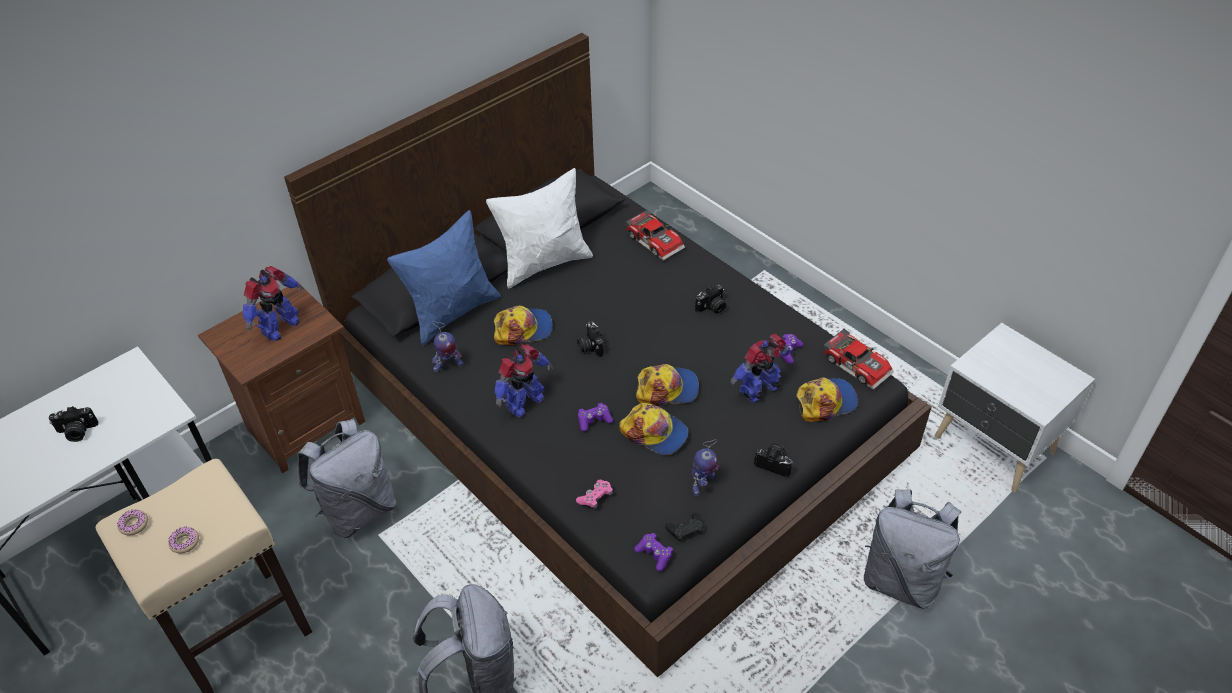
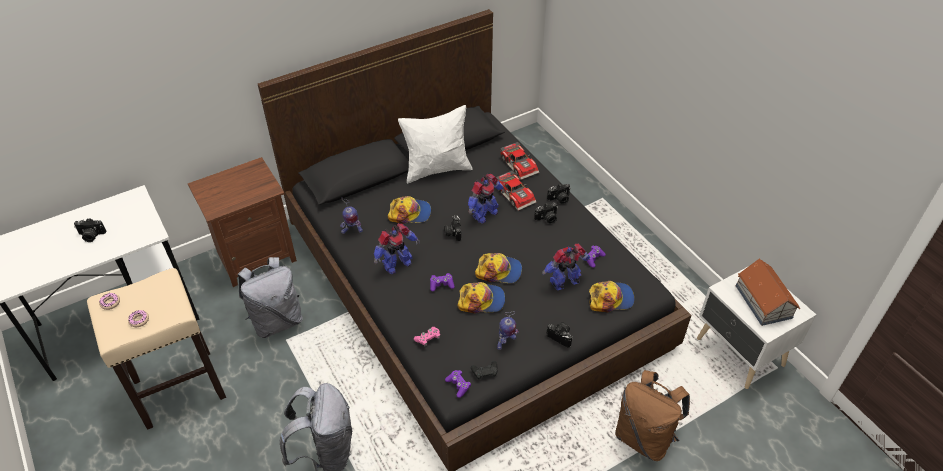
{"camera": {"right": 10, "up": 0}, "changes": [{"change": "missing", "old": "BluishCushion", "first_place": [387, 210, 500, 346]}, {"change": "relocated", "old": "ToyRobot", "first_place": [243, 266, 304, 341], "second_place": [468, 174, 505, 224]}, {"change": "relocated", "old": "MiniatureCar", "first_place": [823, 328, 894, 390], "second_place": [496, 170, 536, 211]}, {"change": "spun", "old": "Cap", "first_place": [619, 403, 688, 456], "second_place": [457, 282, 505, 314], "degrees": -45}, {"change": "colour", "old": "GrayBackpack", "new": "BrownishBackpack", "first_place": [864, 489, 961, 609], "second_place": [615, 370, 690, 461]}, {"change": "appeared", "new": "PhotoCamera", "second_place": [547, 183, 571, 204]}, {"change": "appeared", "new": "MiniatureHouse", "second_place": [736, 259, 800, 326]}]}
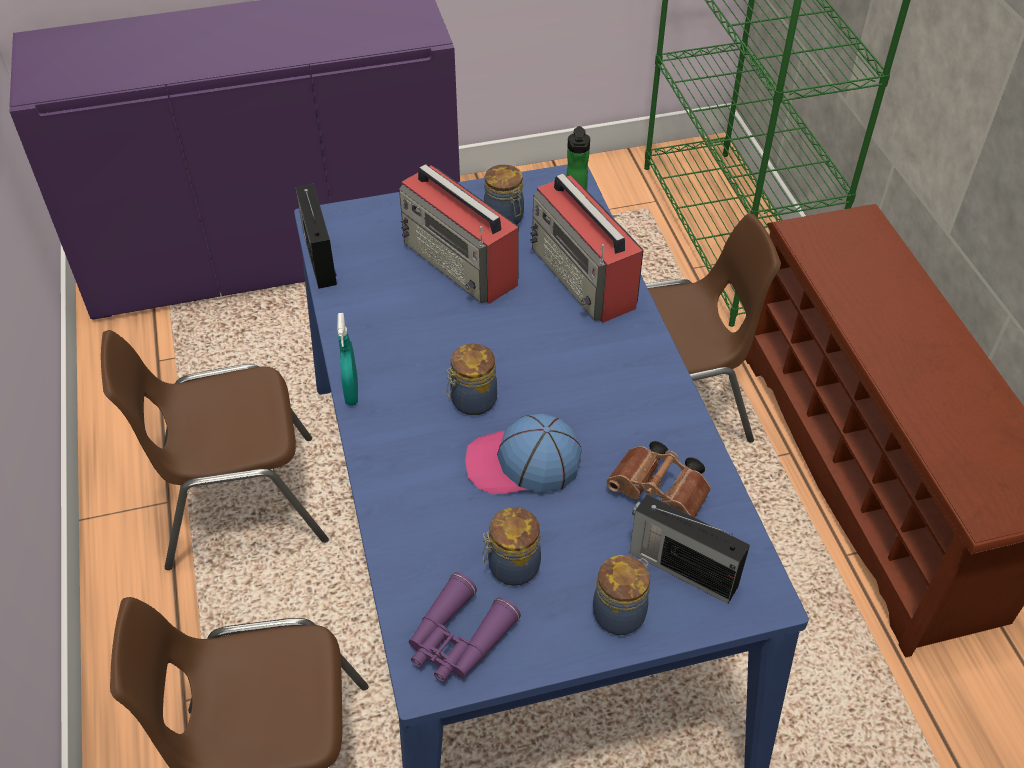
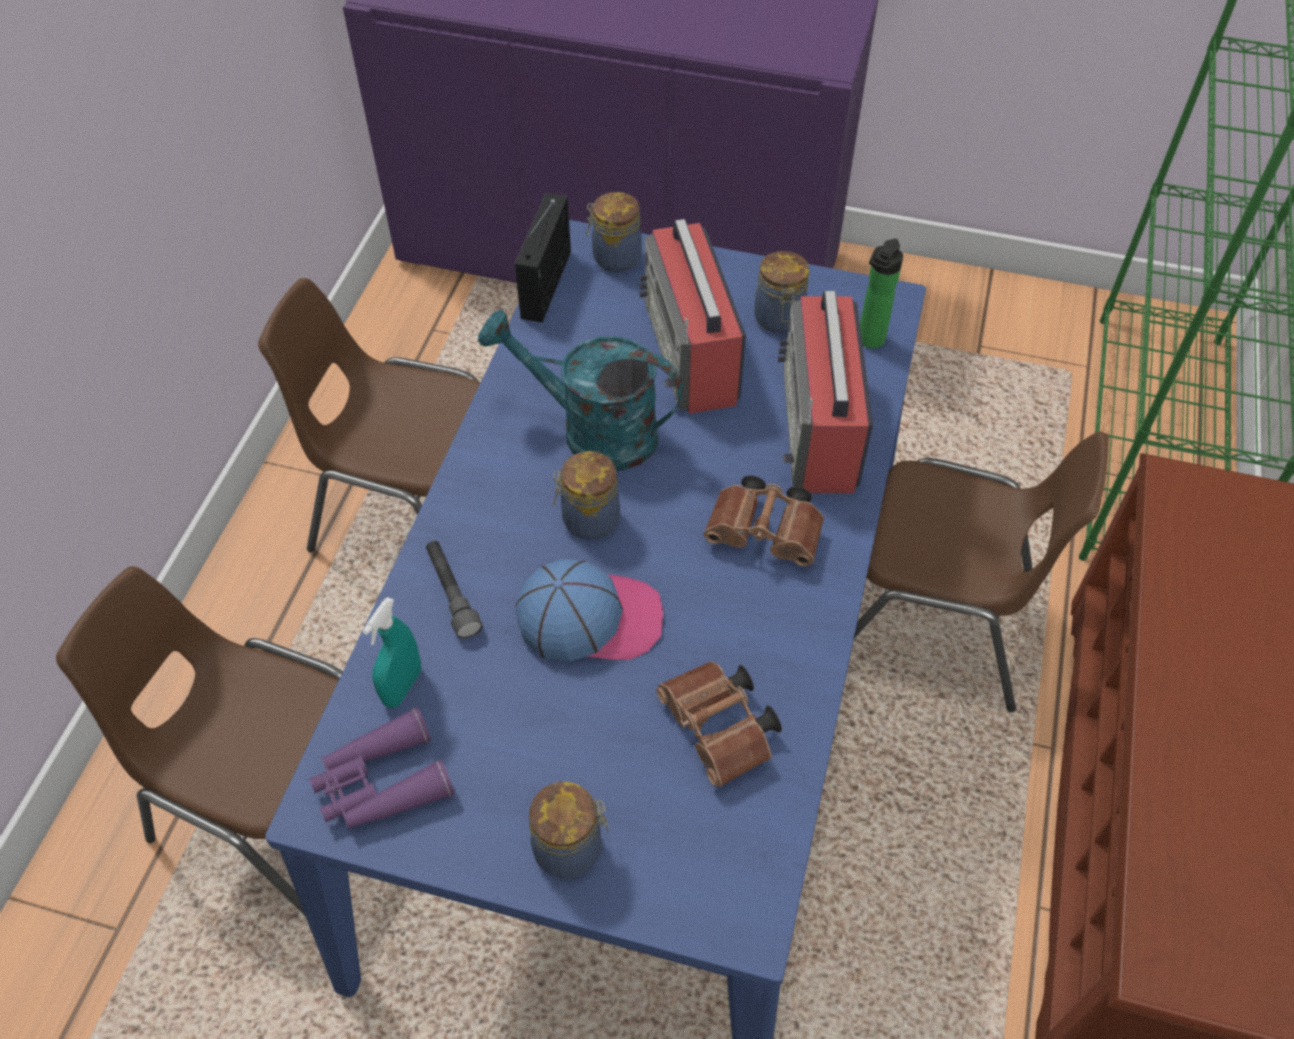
{"camera": {"right": 30, "up": 5}, "changes": [{"change": "relocated", "old": "TurquoiseColouredSprayBottle", "first_place": [337, 313, 358, 406], "second_place": [363, 597, 421, 708]}, {"change": "spun", "old": "Cap", "first_place": [465, 414, 582, 494], "second_place": [515, 559, 663, 662], "degrees": 150}, {"change": "missing", "old": "RadioSet", "first_place": [630, 494, 750, 604]}, {"change": "relocated", "old": "Jar", "first_place": [482, 507, 541, 586], "second_place": [586, 192, 642, 272]}, {"change": "appeared", "new": "TurquoiseColouredSprinklingCan", "second_place": [478, 310, 683, 470]}, {"change": "appeared", "new": "BrownishPairOfBinoculars", "second_place": [704, 475, 824, 567]}, {"change": "appeared", "new": "GrayHandTorch", "second_place": [426, 541, 483, 639]}]}
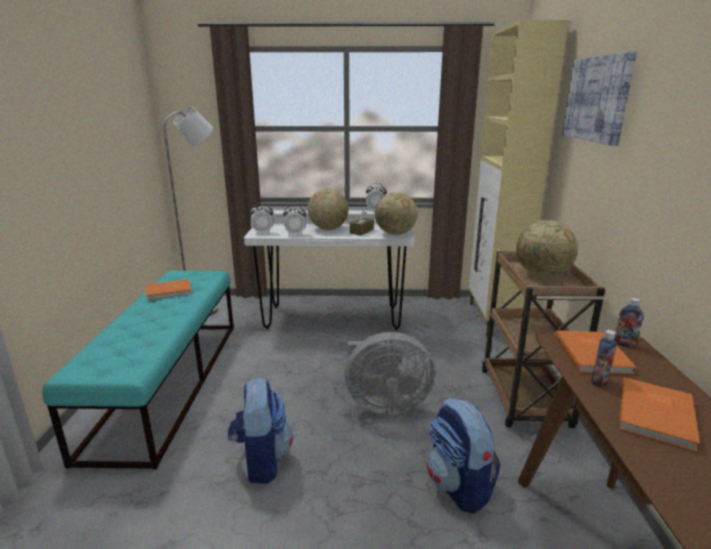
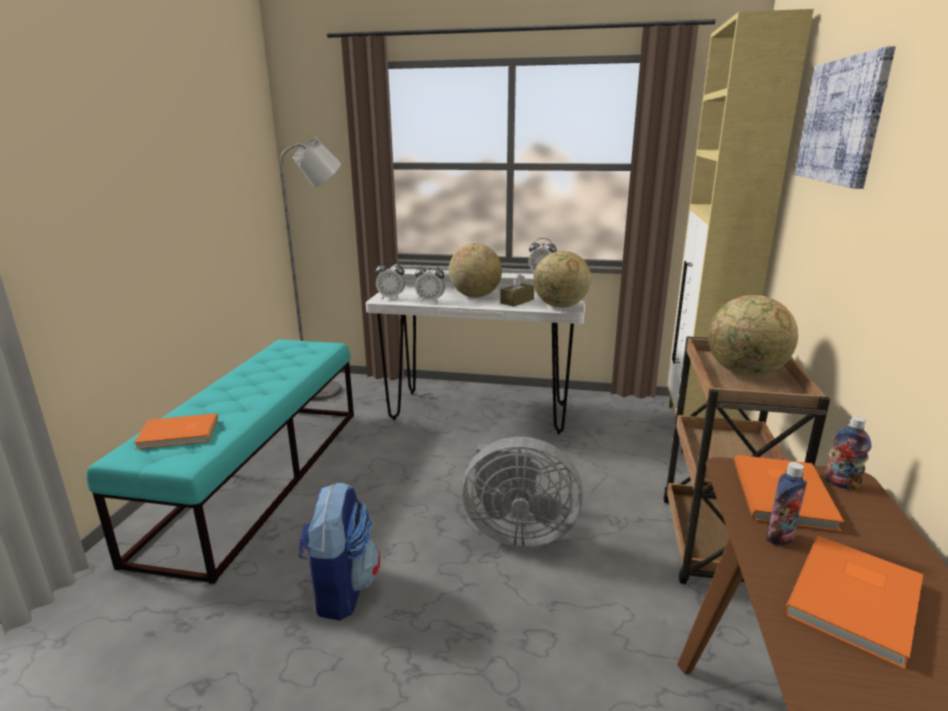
{"camera": {"right": 10, "up": 0}, "changes": [{"change": "relocated", "old": "OrangeyBoundBook", "first_place": [146, 279, 192, 300], "second_place": [134, 413, 218, 449]}, {"change": "missing", "old": "Backpack", "first_place": [427, 397, 501, 514]}]}
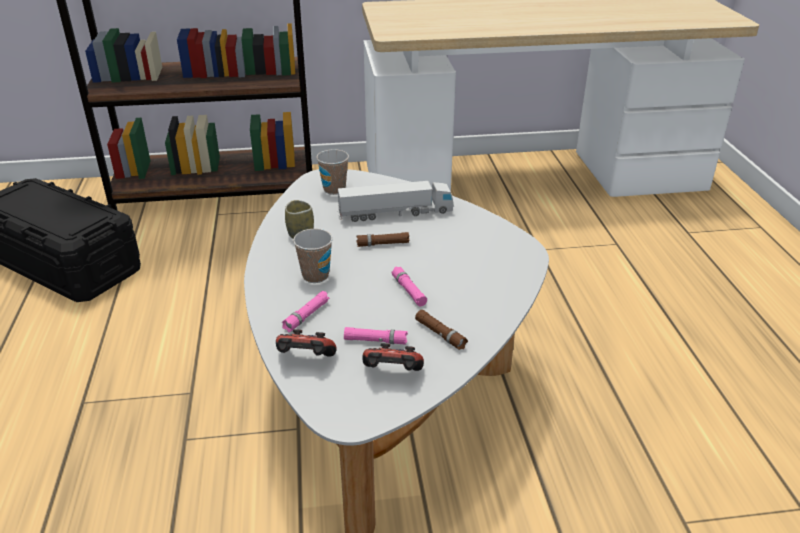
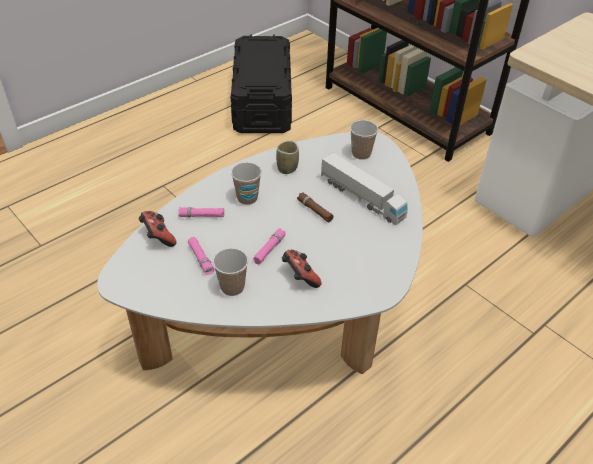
{"camera": {"right": 55, "up": 10}, "changes": [{"change": "exchanged", "old": "BrownishHandTorch", "new": "DrinkingCup", "first_place": [415, 310, 468, 350], "second_place": [213, 248, 248, 296]}, {"change": "relocated", "old": "Gamepad", "first_place": [362, 343, 424, 371], "second_place": [282, 250, 322, 288]}]}
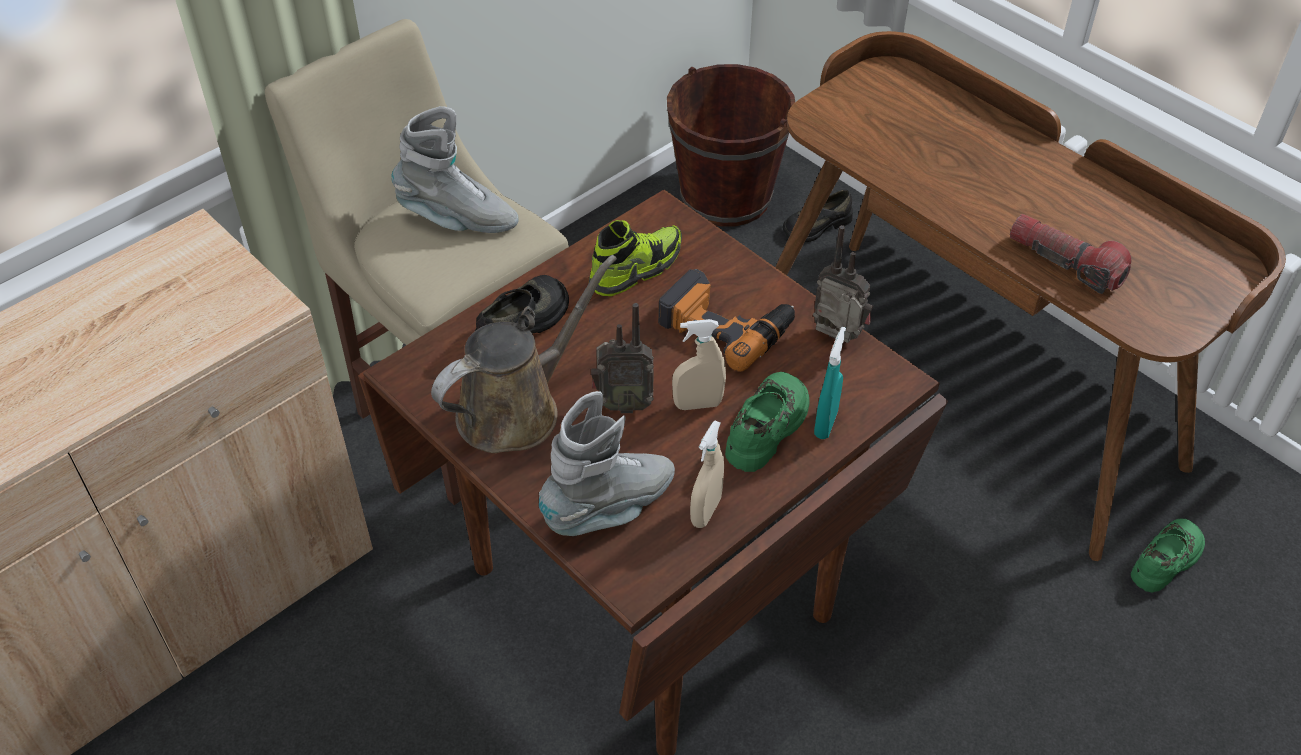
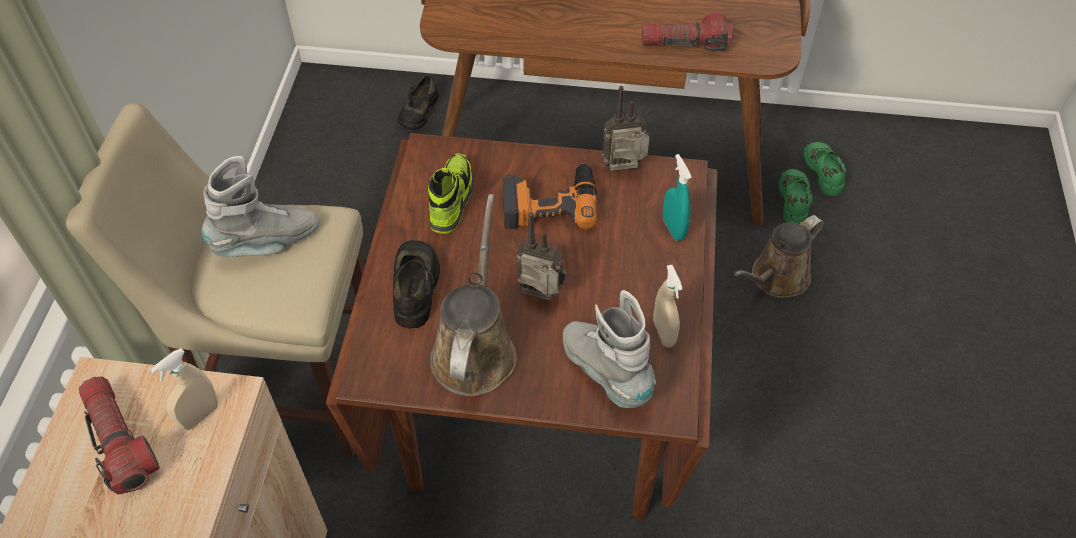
{"camera": {"right": -40, "up": 5}, "changes": [{"change": "missing", "old": "BrownishWaterBucket", "first_place": [667, 64, 795, 227]}, {"change": "spun", "old": "RadioSet", "first_place": [591, 303, 654, 413], "second_place": [516, 212, 568, 301], "degrees": -120}, {"change": "relocated", "old": "BeigeColouredSprayBottle", "first_place": [672, 319, 726, 410], "second_place": [150, 348, 218, 430]}, {"change": "relocated", "old": "GreenishItemOfFootwear", "first_place": [725, 372, 809, 472], "second_place": [804, 142, 847, 196]}, {"change": "spun", "old": "GrayBoot", "first_place": [539, 391, 675, 536], "second_place": [563, 290, 656, 408], "degrees": -45}, {"change": "appeared", "new": "BrownishSprinklingCan", "second_place": [734, 215, 824, 298]}, {"change": "appeared", "new": "HandTorch", "second_place": [79, 376, 160, 495]}]}
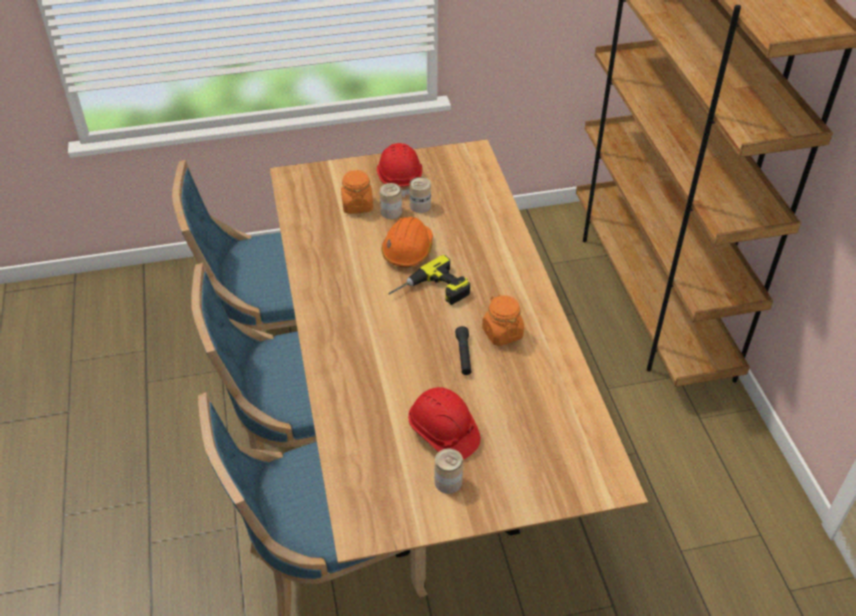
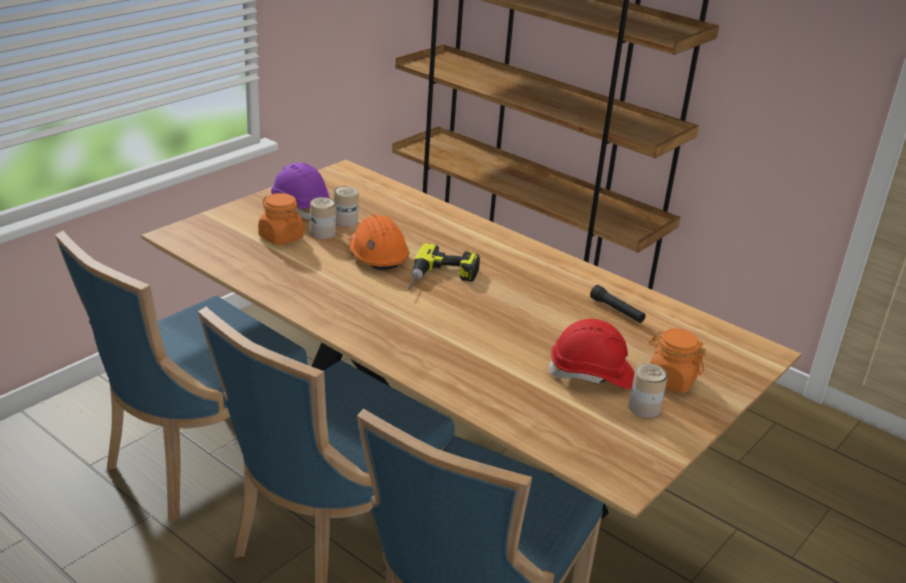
{"camera": {"right": -40, "up": -15}, "changes": [{"change": "colour", "old": "RedColouredSafetyHelmet", "new": "PurplishSafetyHelmet", "first_place": [377, 143, 422, 198], "second_place": [271, 163, 329, 219]}, {"change": "relocated", "old": "OrangeyJar", "first_place": [482, 294, 524, 346], "second_place": [649, 328, 706, 393]}, {"change": "relocated", "old": "BlackHandTorch", "first_place": [455, 326, 471, 375], "second_place": [590, 285, 646, 323]}]}
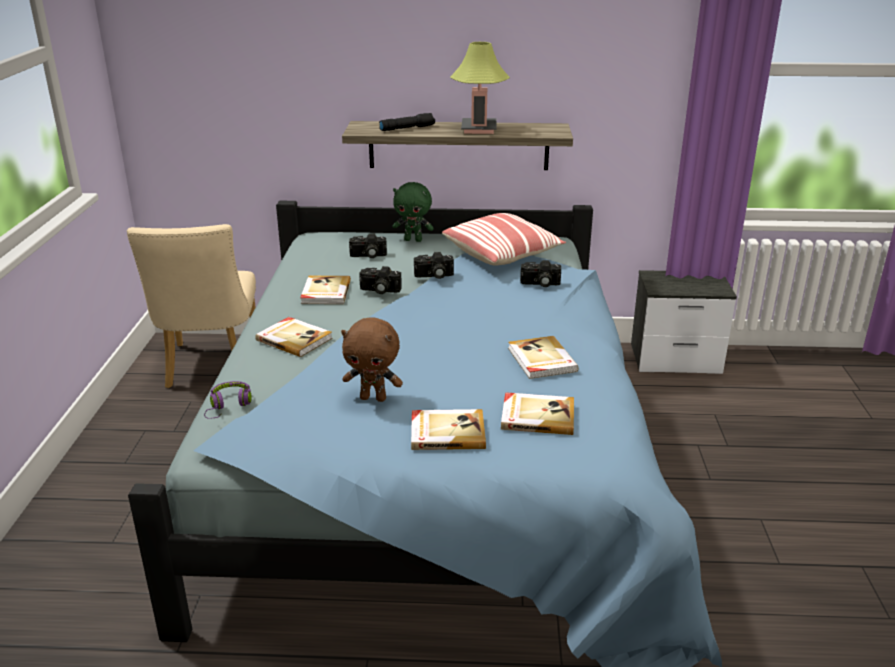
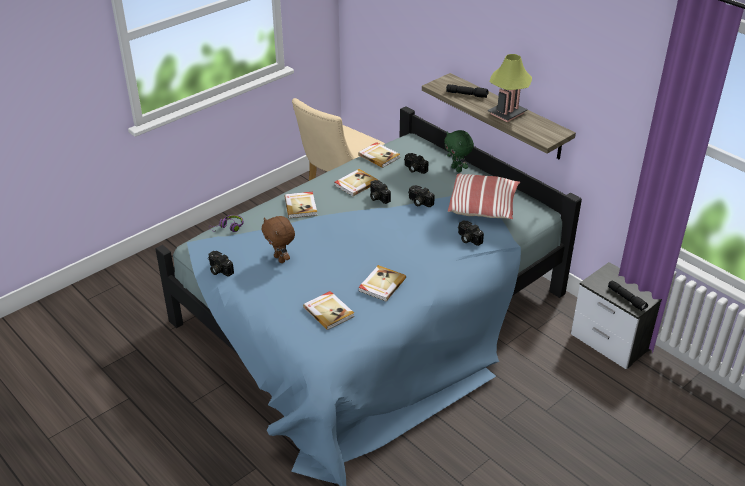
{"camera": {"right": 45, "up": 10}, "changes": [{"change": "relocated", "old": "BoundBook", "first_place": [411, 409, 486, 450], "second_place": [358, 142, 400, 168]}, {"change": "appeared", "new": "PhotoCamera", "second_place": [208, 251, 234, 277]}, {"change": "appeared", "new": "BlackHandTorch", "second_place": [608, 280, 648, 311]}]}
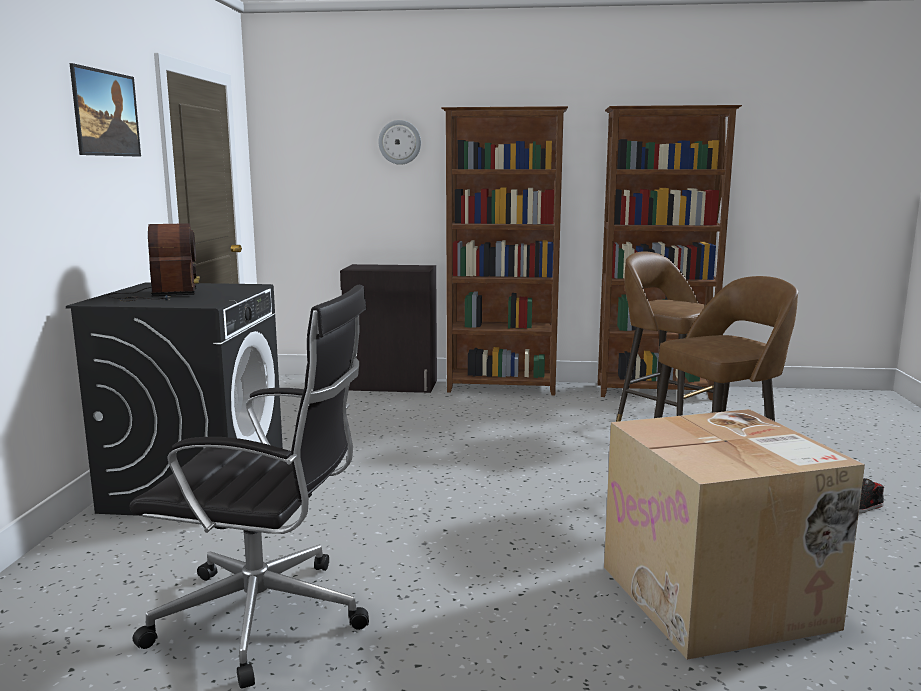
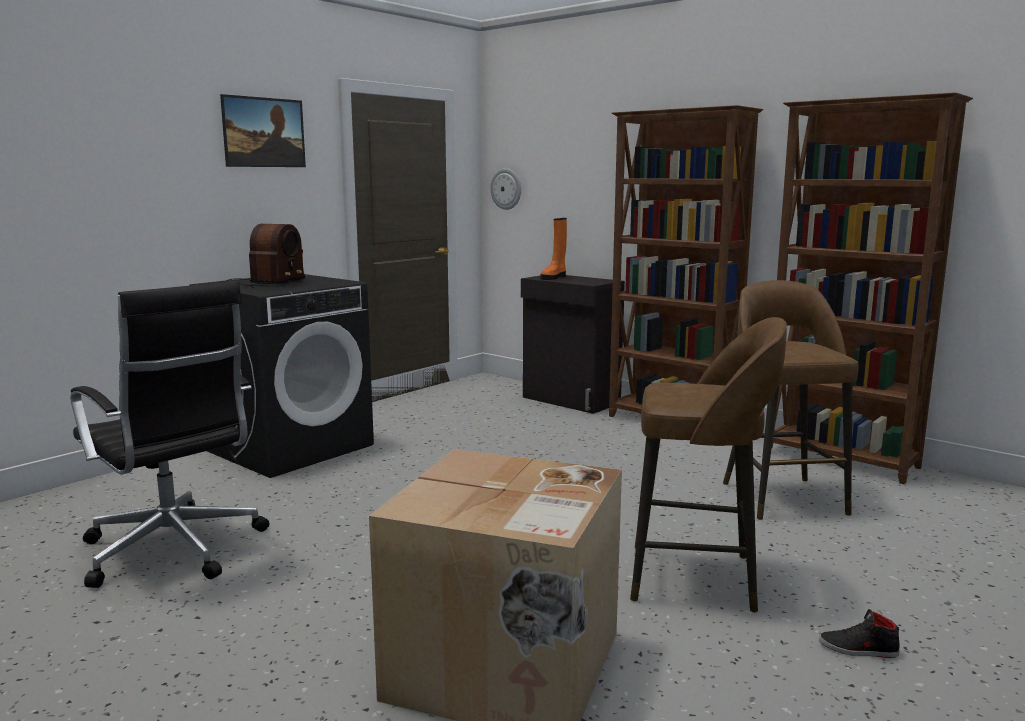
{"camera": {"right": 35, "up": 0}, "changes": [{"change": "relocated", "old": "WallClock", "first_place": [379, 120, 421, 165], "second_place": [490, 168, 521, 210]}, {"change": "appeared", "new": "OrangeyBoot", "second_place": [541, 218, 567, 280]}]}
